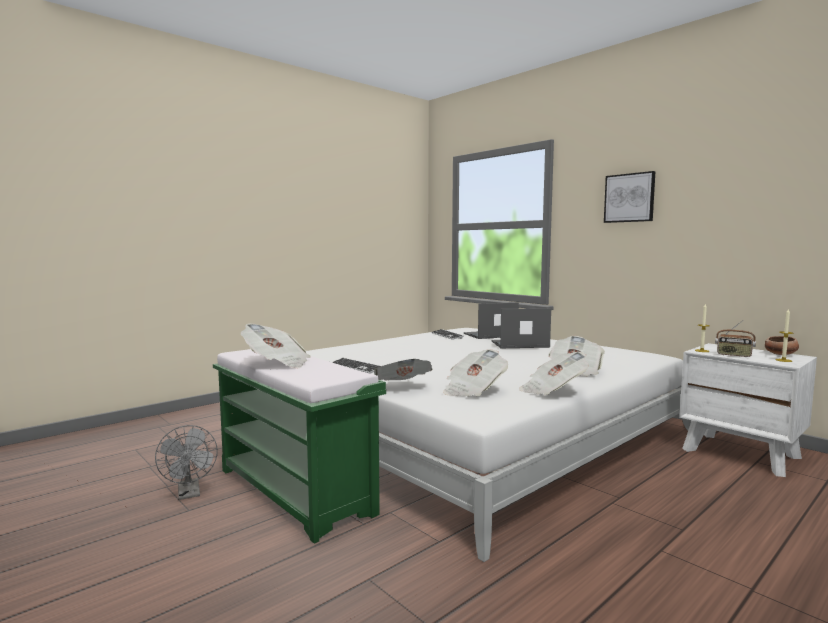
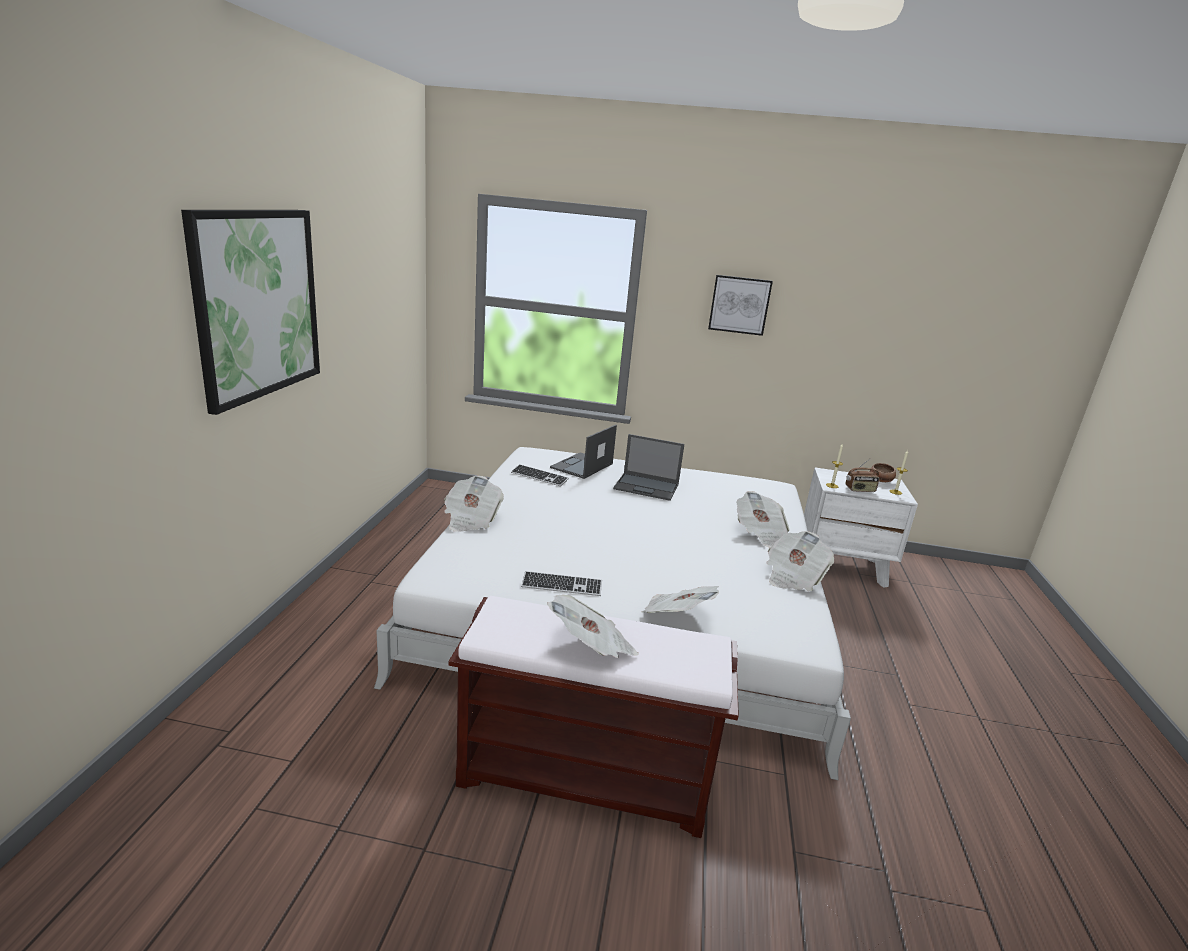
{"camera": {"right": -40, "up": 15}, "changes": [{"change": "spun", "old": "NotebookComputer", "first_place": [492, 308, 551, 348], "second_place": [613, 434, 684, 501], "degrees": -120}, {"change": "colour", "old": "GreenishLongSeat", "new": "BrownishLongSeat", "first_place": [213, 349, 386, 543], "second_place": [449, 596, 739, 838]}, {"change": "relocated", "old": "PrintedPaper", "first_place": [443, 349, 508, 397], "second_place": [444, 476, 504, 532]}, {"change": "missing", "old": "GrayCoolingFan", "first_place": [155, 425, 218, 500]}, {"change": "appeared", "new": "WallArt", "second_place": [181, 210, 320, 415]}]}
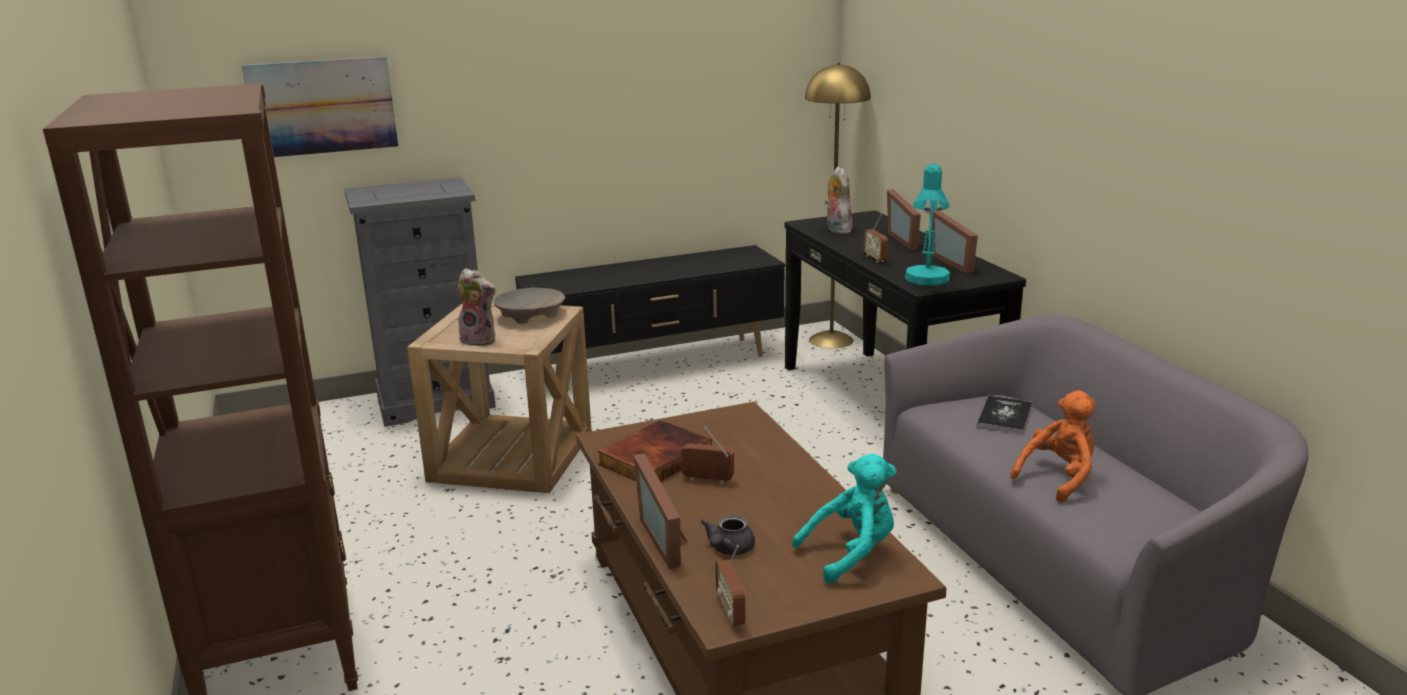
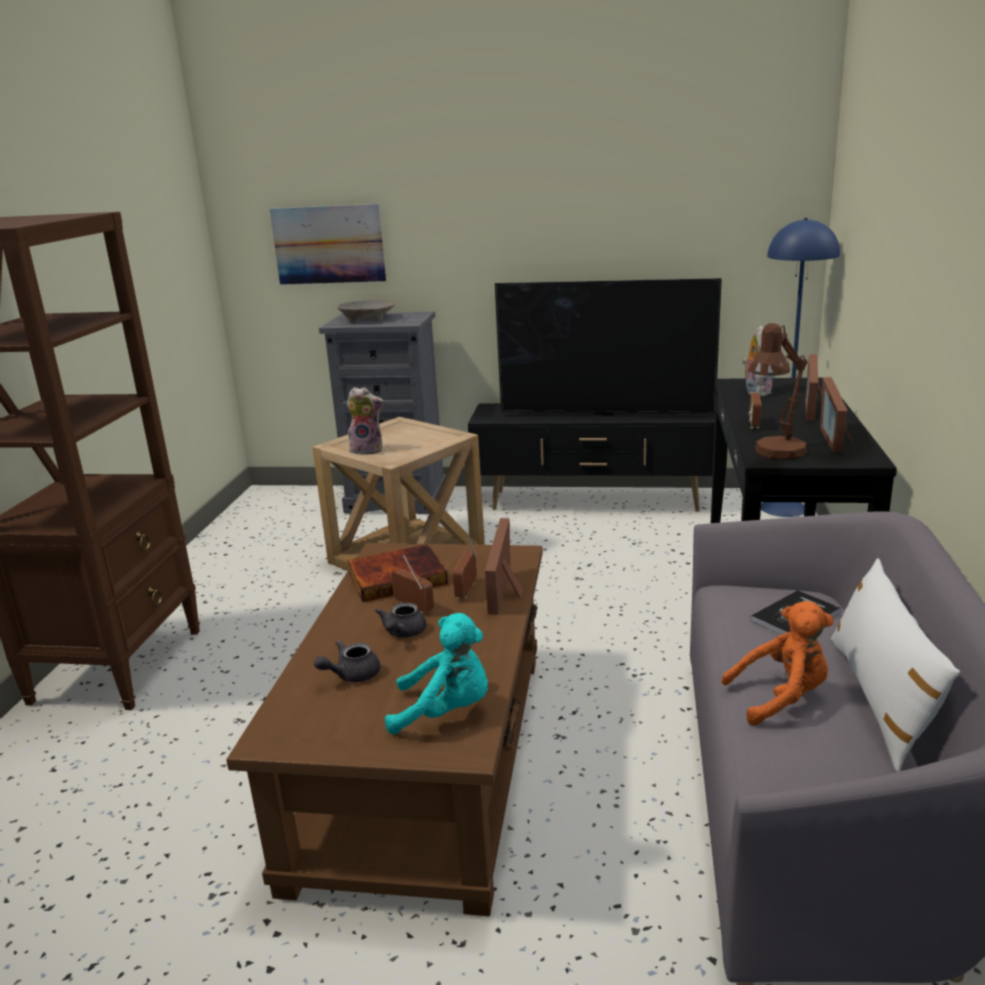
{"camera": {"right": 30, "up": 0}, "changes": [{"change": "colour", "old": "YellowishStandingLamp", "new": "BluishStandingLamp", "first_place": [805, 63, 871, 348], "second_place": [761, 218, 840, 517]}, {"change": "colour", "old": "TurquoiseColouredLampForATable", "new": "BrownishLampForATable", "first_place": [905, 164, 950, 286], "second_place": [749, 323, 807, 460]}, {"change": "spun", "old": "PlushToy", "first_place": [458, 268, 496, 346], "second_place": [347, 387, 384, 455], "degrees": -45}, {"change": "relocated", "old": "BeigeColouredServingBowl", "first_place": [493, 288, 565, 324], "second_place": [337, 300, 395, 323]}, {"change": "relocated", "old": "StandingFrame", "first_place": [634, 453, 688, 569], "second_place": [485, 518, 523, 615]}, {"change": "relocated", "old": "RadioSet", "first_place": [715, 545, 746, 626], "second_place": [453, 538, 477, 599]}, {"change": "appeared", "new": "Television", "second_place": [495, 278, 722, 422]}, {"change": "appeared", "new": "WhiteCushion", "second_place": [831, 558, 960, 772]}, {"change": "appeared", "new": "GrayPotForTea", "second_place": [375, 603, 426, 638]}]}
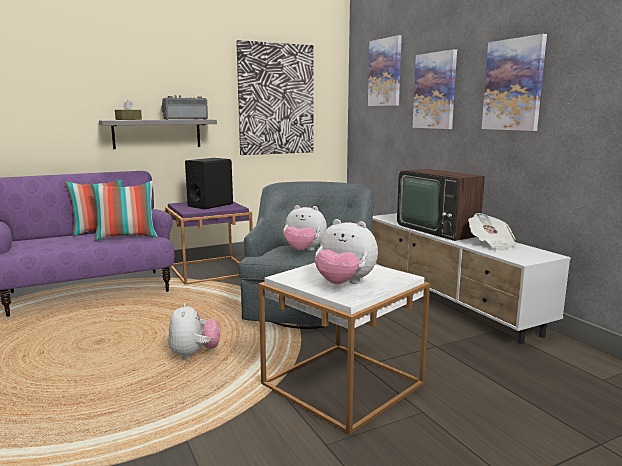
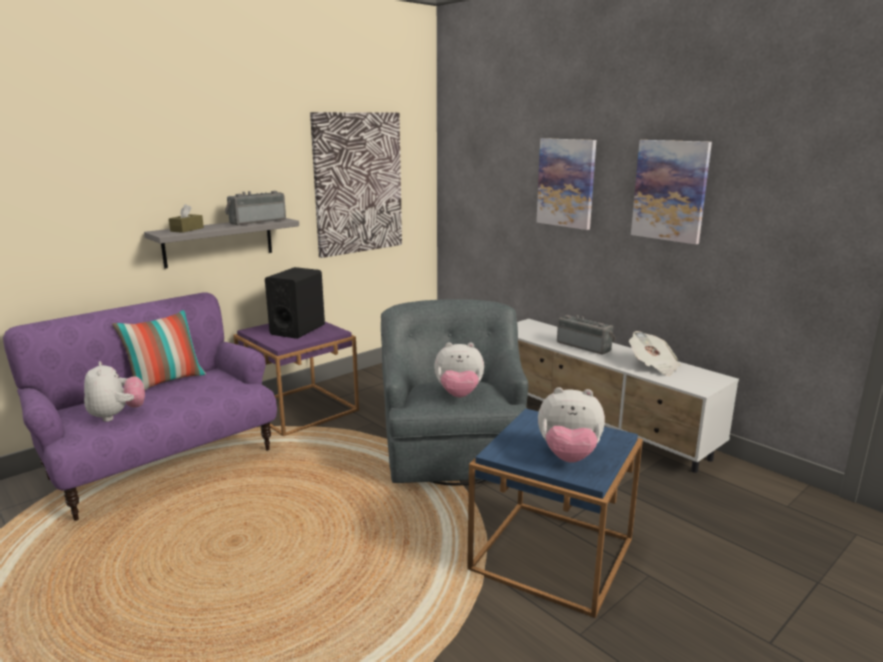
{"camera": {"right": -15, "up": 5}, "changes": [{"change": "missing", "old": "WallArt", "first_place": [368, 35, 402, 106]}, {"change": "exchanged", "old": "Television", "new": "RadioSet", "first_place": [397, 169, 485, 241], "second_place": [557, 315, 616, 355]}, {"change": "missing", "old": "Cushion", "first_place": [90, 181, 158, 241]}, {"change": "colour", "old": "WhiteSideTable", "new": "BluishSideTable", "first_place": [259, 263, 430, 435], "second_place": [467, 409, 643, 618]}, {"change": "relocated", "old": "PlushToy", "first_place": [168, 303, 220, 359], "second_place": [84, 361, 145, 422]}]}
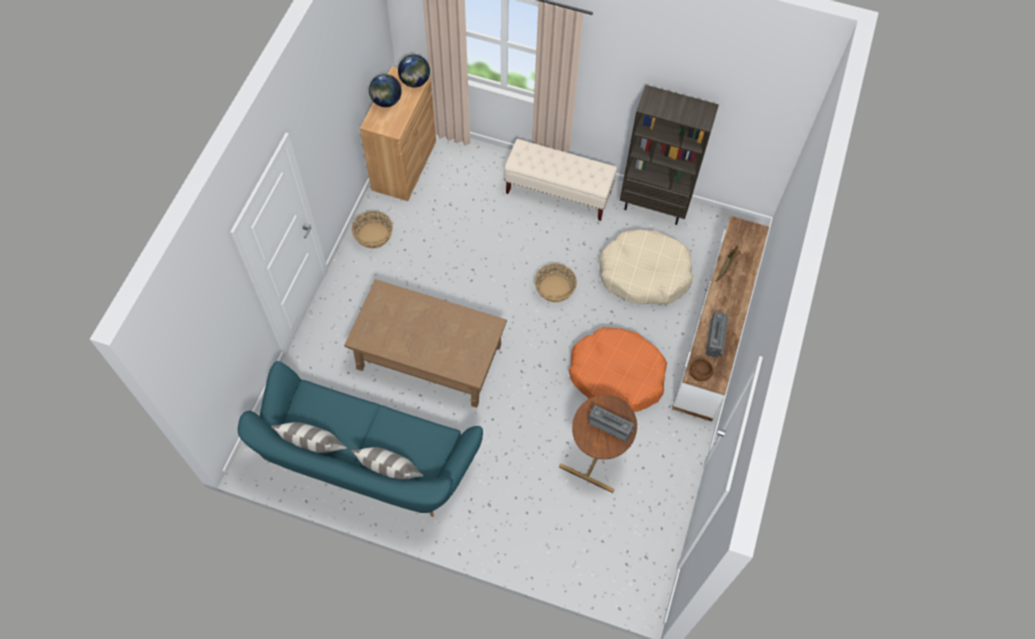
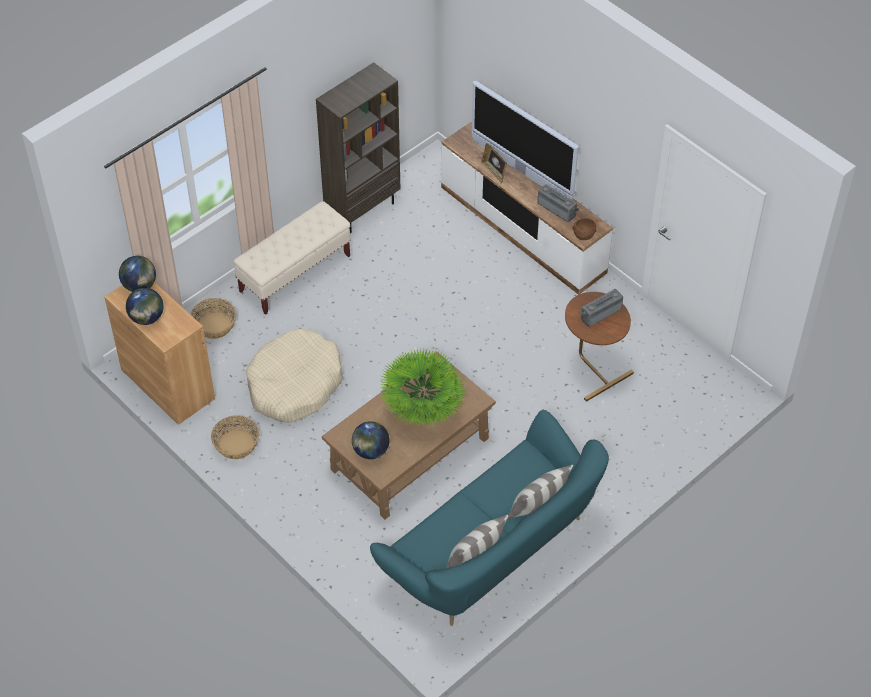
{"camera": {"right": -60, "up": -10}, "changes": [{"change": "relocated", "old": "BeigeColouredPetBed", "first_place": [599, 229, 693, 304], "second_place": [246, 329, 343, 423]}, {"change": "relocated", "old": "StorageBasket", "first_place": [535, 263, 577, 302], "second_place": [191, 298, 236, 339]}, {"change": "missing", "old": "OrangeyPetBed", "first_place": [569, 327, 667, 412]}, {"change": "appeared", "new": "Television", "second_place": [472, 81, 579, 200]}, {"change": "appeared", "new": "Houseplant", "second_place": [380, 348, 467, 427]}, {"change": "appeared", "new": "WorldGlobe", "second_place": [352, 421, 389, 459]}]}
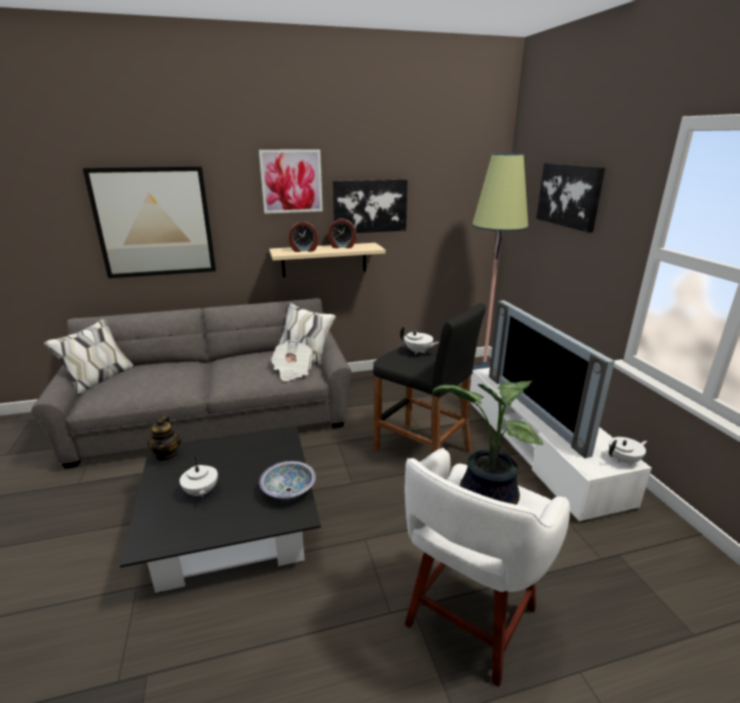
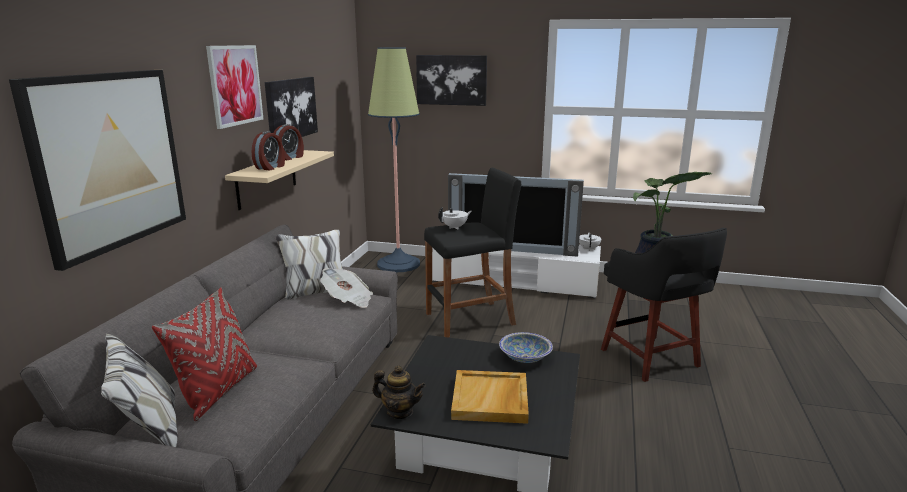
{"camera": {"right": -60, "up": -5}, "changes": [{"change": "colour", "old": "WhiteStoolSeat", "new": "BlackStoolSeat", "first_place": [405, 448, 570, 687], "second_place": [601, 228, 727, 382]}, {"change": "exchanged", "old": "WhitePotForTea", "new": "BeigeColouredCarryingTray", "first_place": [180, 456, 218, 498], "second_place": [451, 370, 529, 424]}, {"change": "appeared", "new": "RedColouredCushion", "second_place": [152, 287, 257, 421]}]}
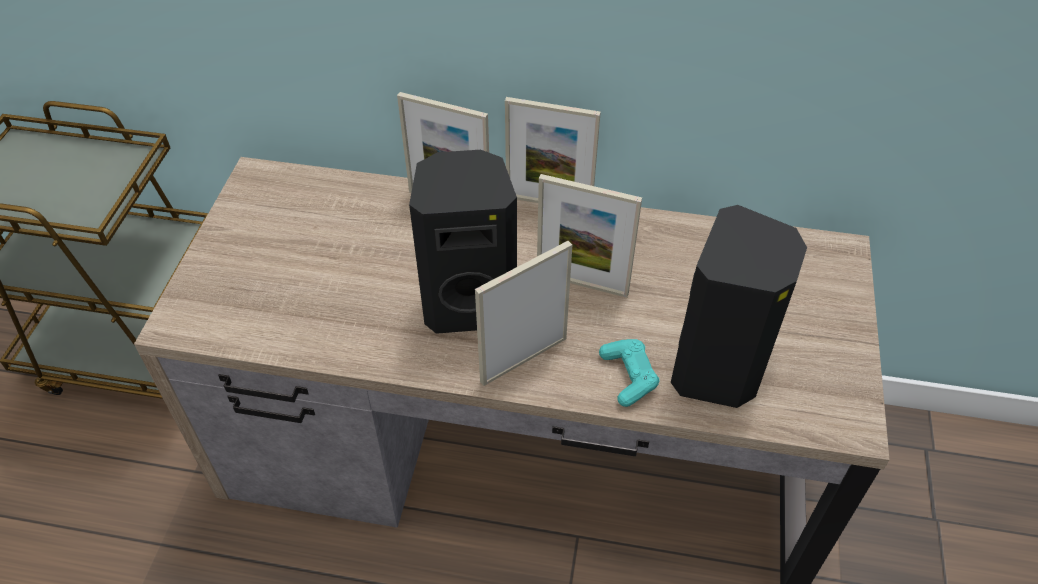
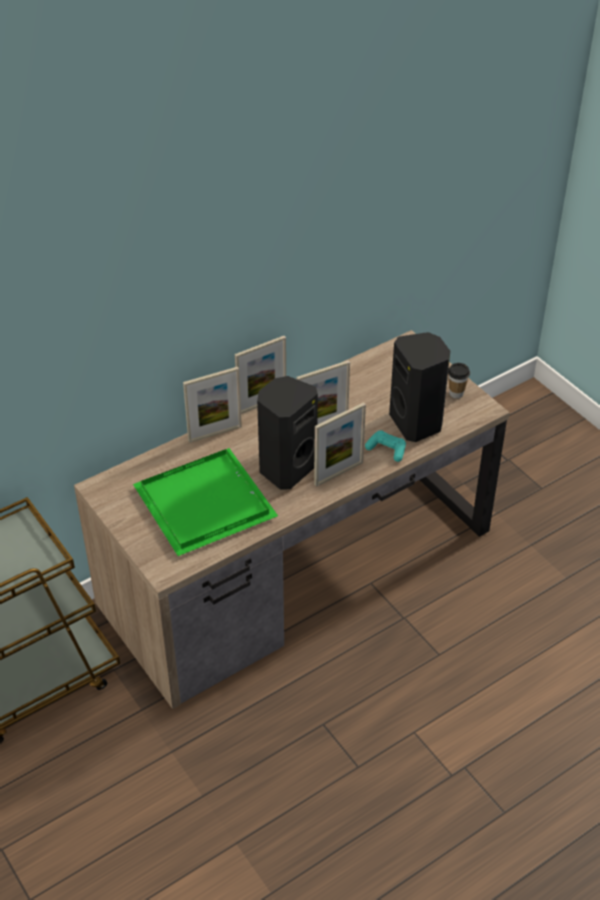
{"camera": {"right": -45, "up": -5}, "changes": [{"change": "spun", "old": "StandingFrame", "first_place": [475, 241, 572, 386], "second_place": [314, 402, 366, 487], "degrees": -135}, {"change": "appeared", "new": "DrinkingCup", "second_place": [448, 363, 470, 398]}, {"change": "appeared", "new": "GreenishCarryingTray", "second_place": [133, 448, 278, 556]}]}
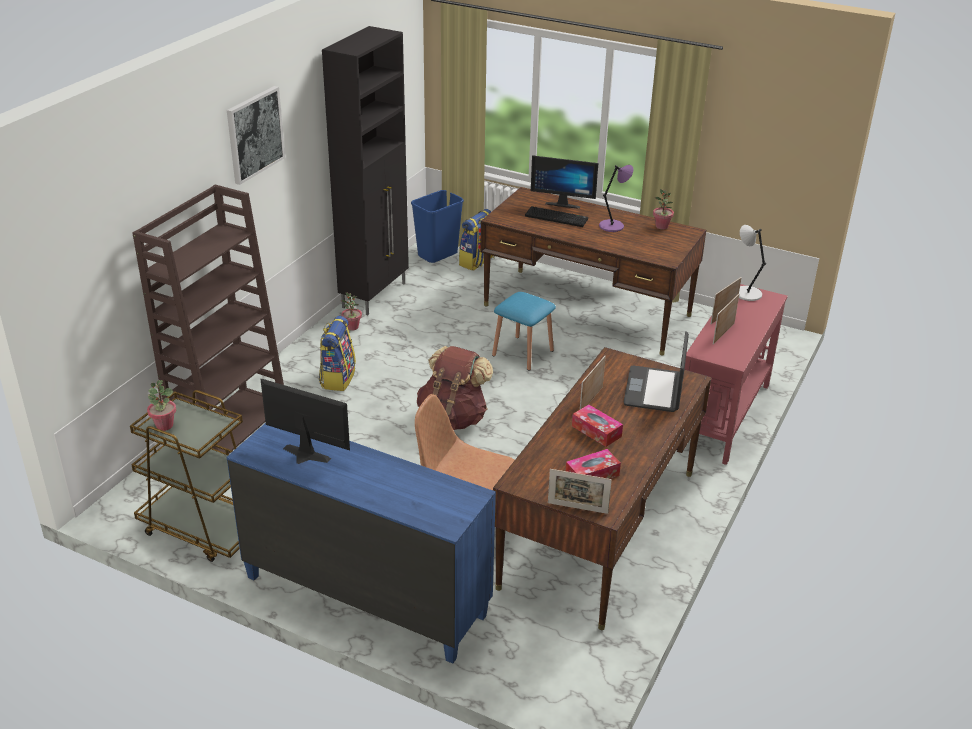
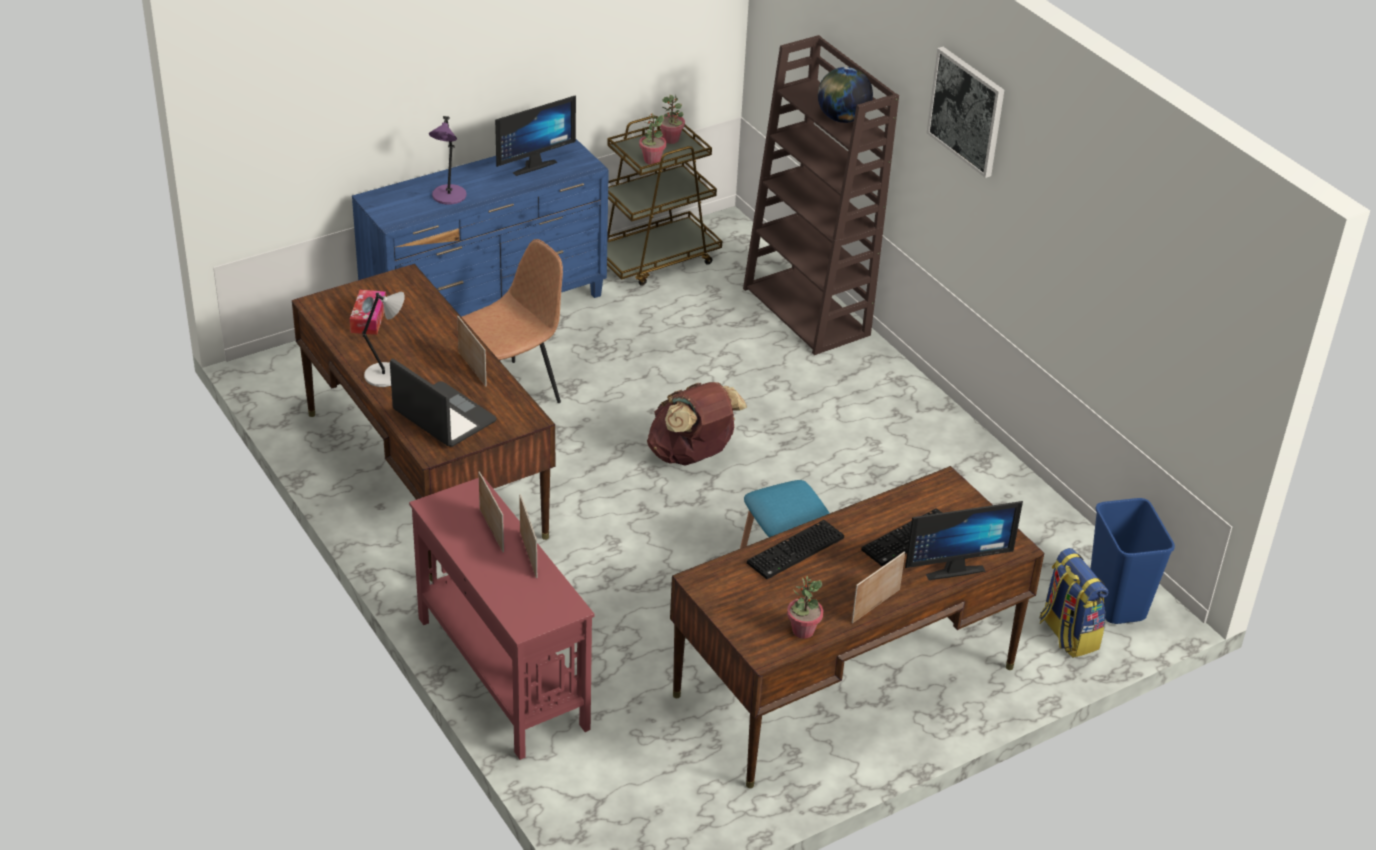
{"camera": {"right": 120, "up": 5}, "changes": [{"change": "missing", "old": "BlackCupboard", "first_place": [322, 26, 409, 315]}, {"change": "spun", "old": "ComputerScreen", "first_place": [531, 155, 598, 209], "second_place": [905, 501, 1023, 580], "degrees": -150}, {"change": "relocated", "old": "PurplishLampForATable", "first_place": [599, 165, 634, 232], "second_place": [429, 116, 467, 205]}, {"change": "relocated", "old": "GrayLampForATable", "first_place": [739, 225, 766, 301], "second_place": [362, 292, 405, 387]}, {"change": "relocated", "old": "Houseplant", "first_place": [341, 292, 362, 331], "second_place": [639, 113, 666, 165]}, {"change": "missing", "old": "Backpack", "first_place": [319, 316, 356, 391]}, {"change": "missing", "old": "BoxOfTissues", "first_place": [572, 404, 623, 447]}, {"change": "relocated", "old": "StandingFrame", "first_place": [548, 469, 612, 514], "second_place": [852, 551, 905, 623]}, {"change": "appeared", "new": "WorldGlobe", "second_place": [818, 67, 873, 123]}, {"change": "appeared", "new": "ComputerKeyboard", "second_place": [747, 520, 844, 579]}]}
